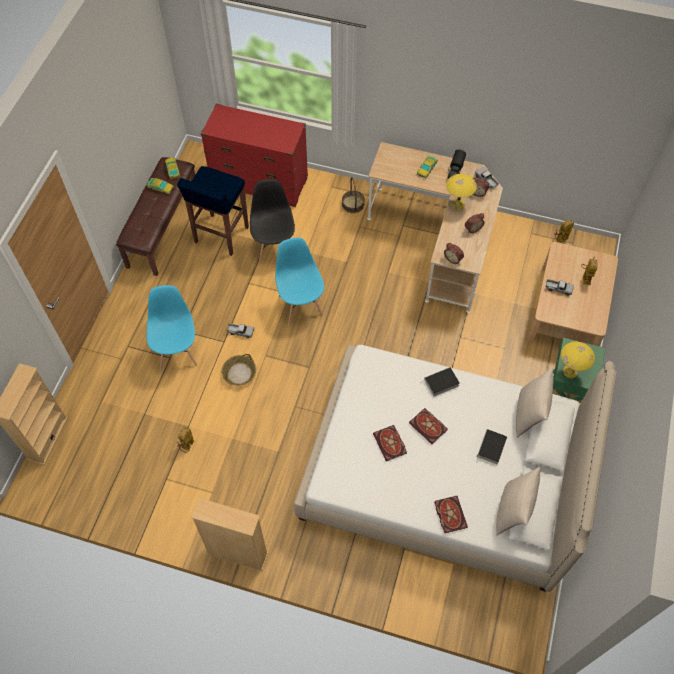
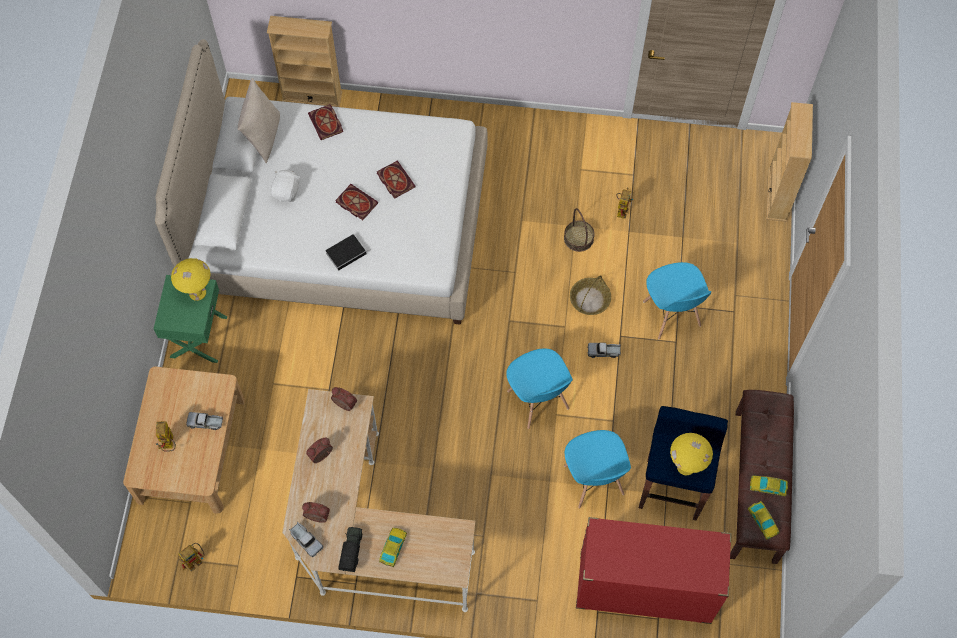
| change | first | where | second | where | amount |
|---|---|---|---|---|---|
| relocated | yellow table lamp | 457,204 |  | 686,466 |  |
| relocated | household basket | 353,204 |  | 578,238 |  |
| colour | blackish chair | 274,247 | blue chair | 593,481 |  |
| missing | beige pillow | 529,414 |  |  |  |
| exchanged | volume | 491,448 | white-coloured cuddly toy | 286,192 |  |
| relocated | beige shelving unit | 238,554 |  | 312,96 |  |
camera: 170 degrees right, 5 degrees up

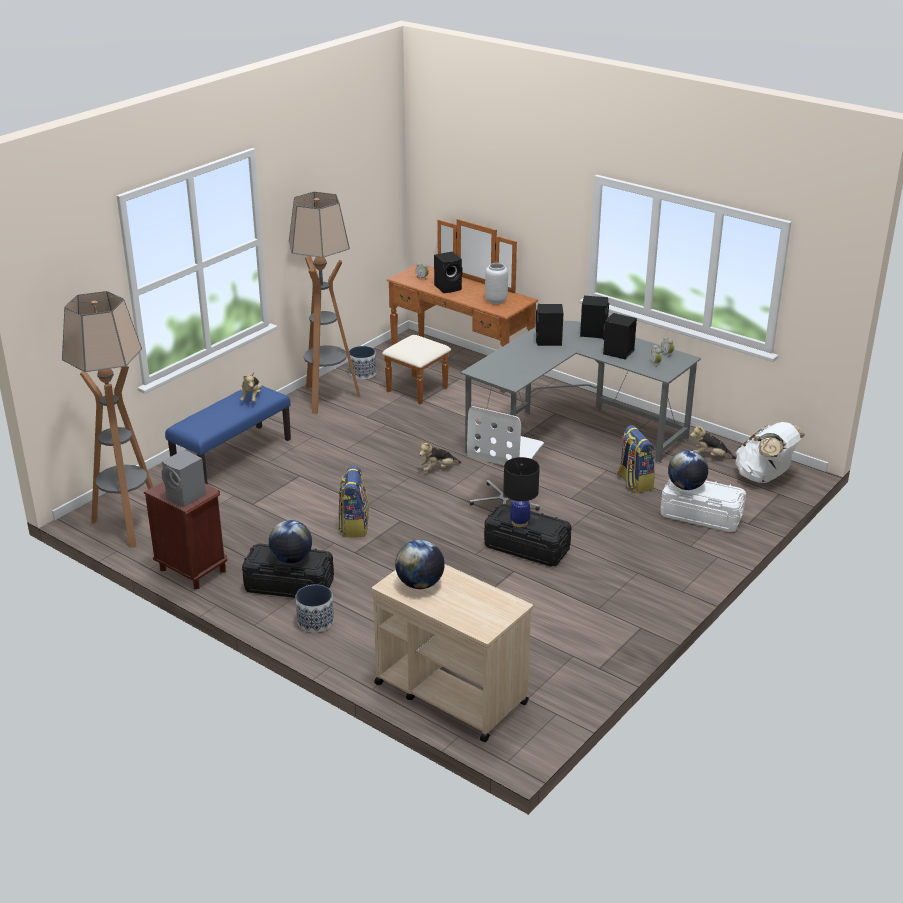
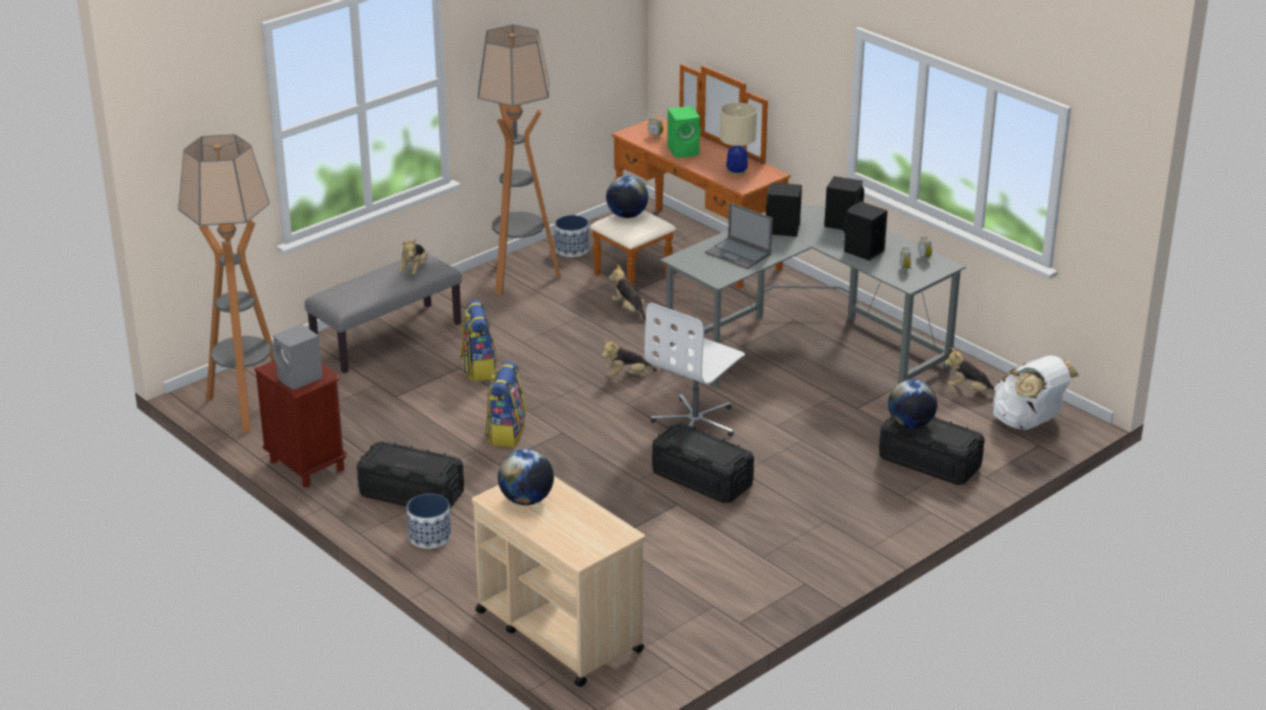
| change | first | where | second | where | amount |
|---|---|---|---|---|---|
| colour | blackish speaker | 449,287 | greenish speaker | 684,151 |  |
| exchanged | grey vase | 495,300 | beige table lamp | 736,172 |  |
| colour | blue long seat | 232,456 | grey long seat | 387,338 |  |
| relocated | knapsack | 634,482 |  | 479,369 |  |
| missing | blackish table lamp | 520,522 |  |  |  |
| colour | white-coloured storage box | 701,516 | blackish storage box | 929,462 |  |
| relocated | world globe | 291,559 |  | 627,215 |  |
| appeared |  |  | laptop | 738,254 |  |
| appeared |  |  | cuddly toy | 629,310 |  |
camera: 10 degrees right, 0 degrees up

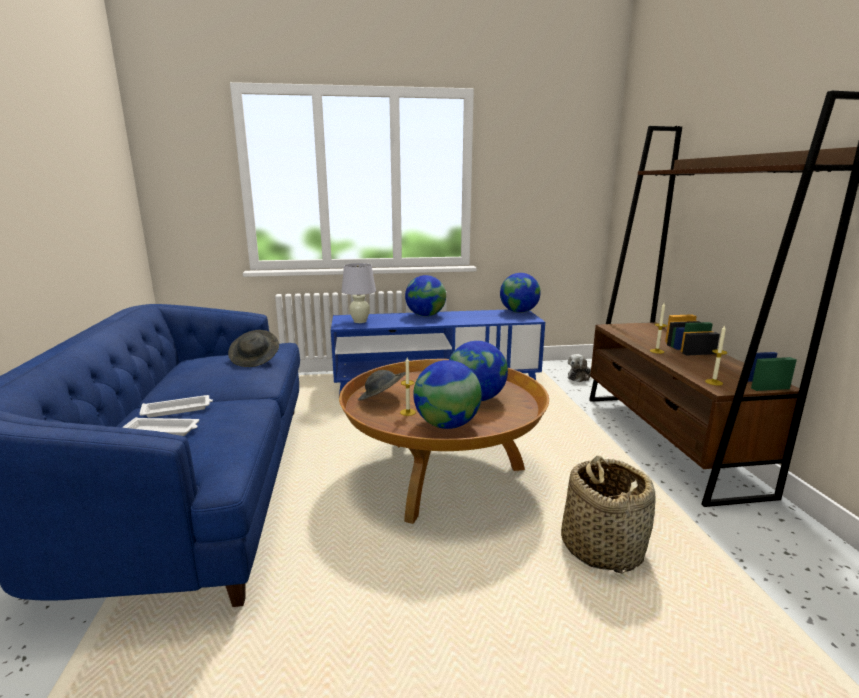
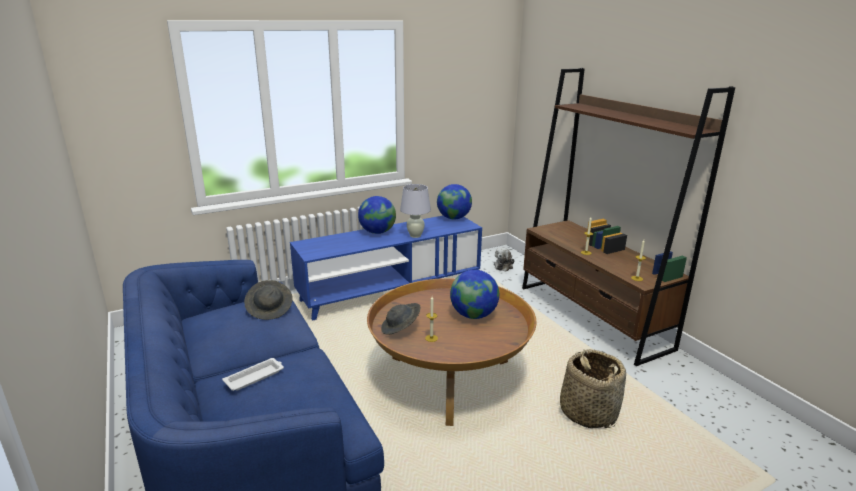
| change | first | where | second | where | amount |
|---|---|---|---|---|---|
| relocated | white-coloured table lamp | 360,321 |  | 415,235 |  |
| missing | world globe | 447,425 |  |  |  |
| missing | white-coloured tray | 162,431 |  |  |  |
camera: 20 degrees left, 5 degrees up

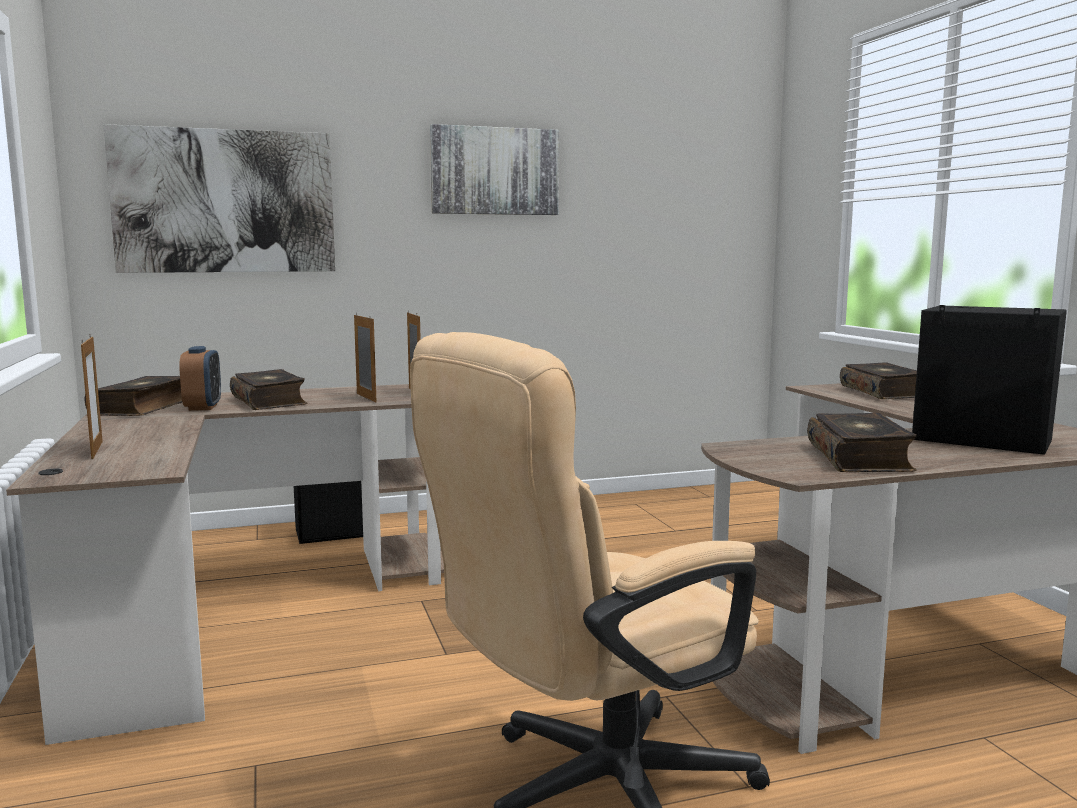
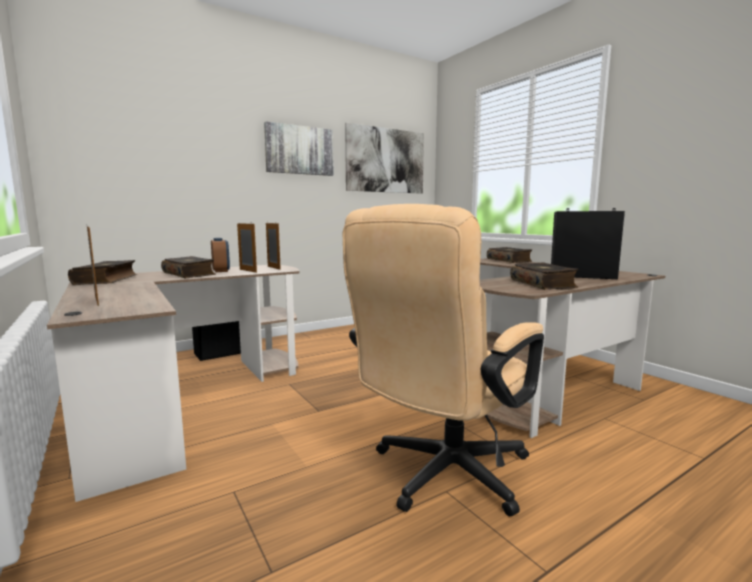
| change | first | where | second | where | amount |
|---|---|---|---|---|---|
| relocated | picture | 225,201 |  | 386,160 |  |
| relocated | table clock | 203,407 |  | 221,271 |  |
camera: 15 degrees left, 0 degrees up

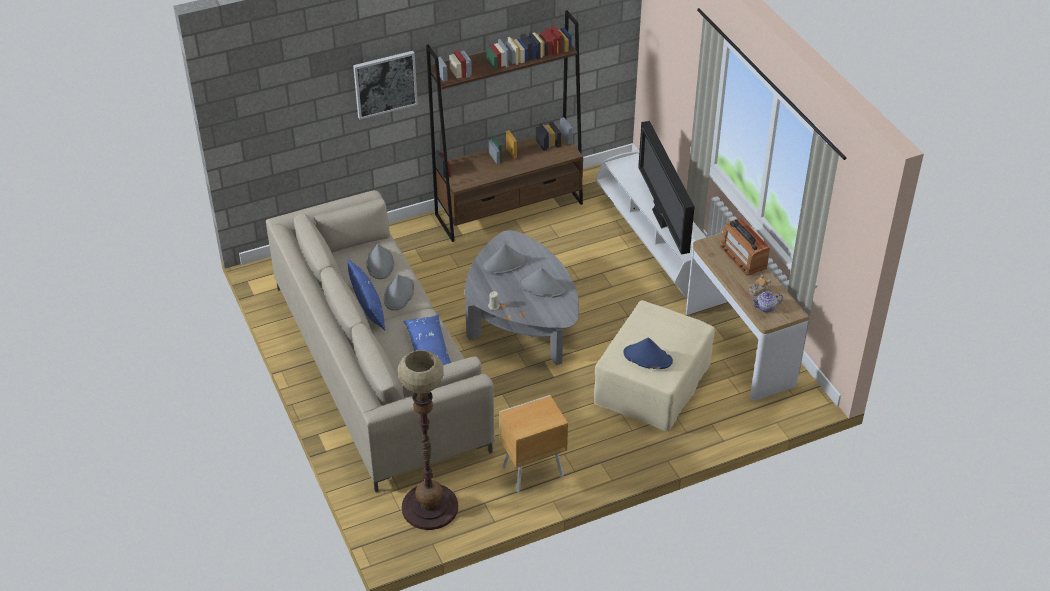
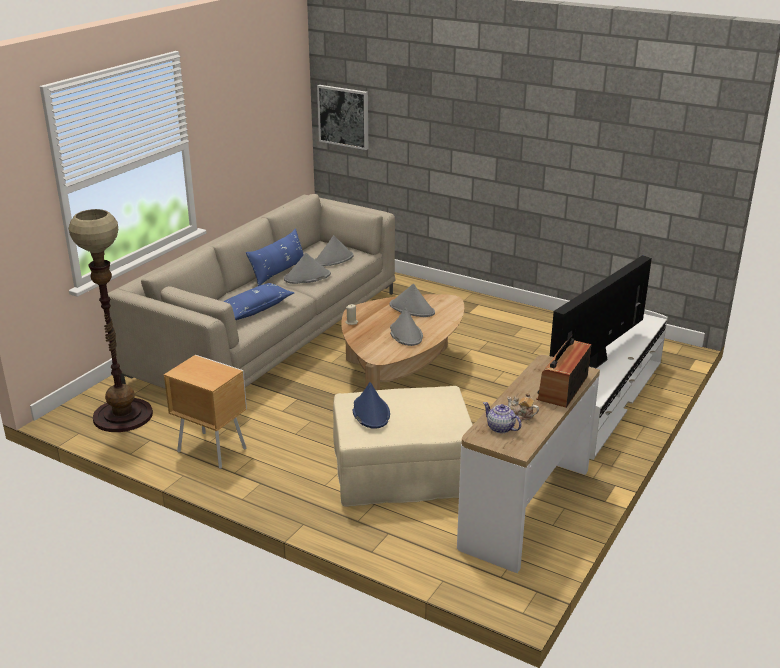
| change | first | where | second | where | amount |
|---|---|---|---|---|---|
| missing | brown shelving unit | 509,209 |  |  |  |
| relocated | picture | 385,84 |  | 343,116 |  |
| colour | grey low table | 522,321 | brown low table | 401,375 |  |
camera: 55 degrees right, 15 degrees down

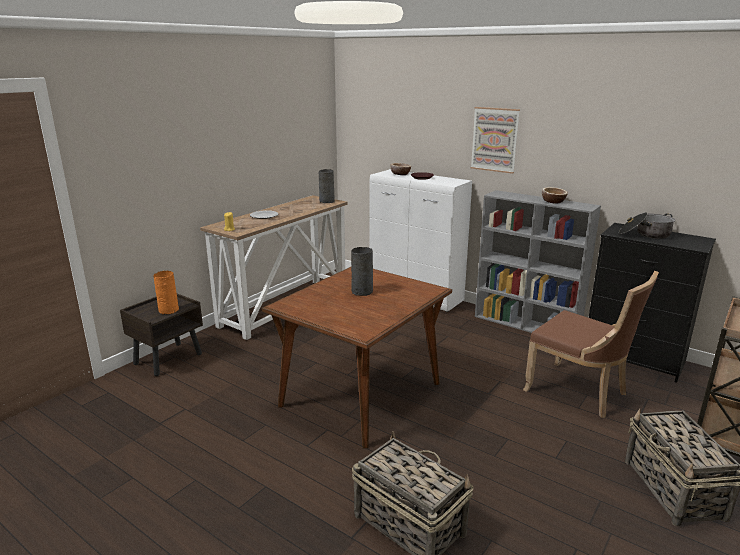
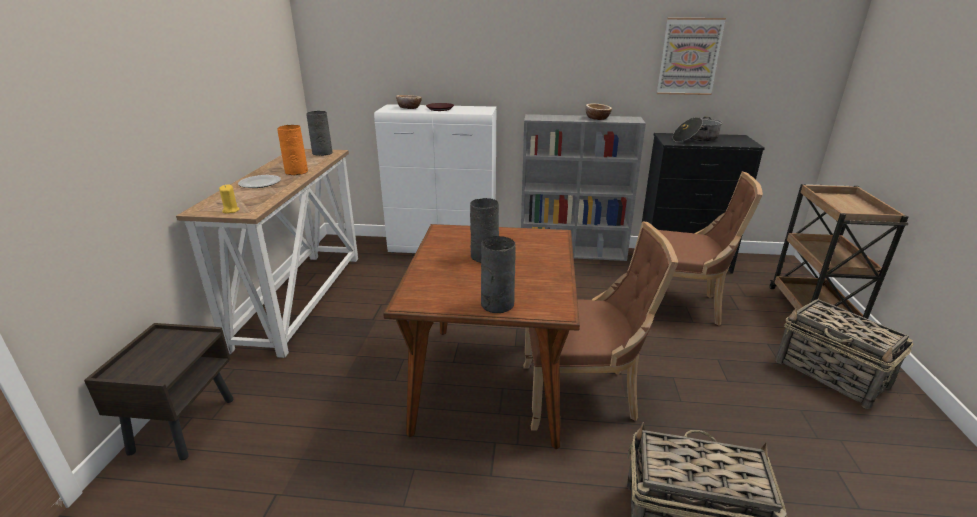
| change | first | where | second | where | amount |
|---|---|---|---|---|---|
| relocated | picture | 494,139 |  | 689,57 |  |
| relocated | orangey vase | 169,310 |  | 296,172 |  |
| appeared |  |  | brown chair | 582,395 |  |
| appeared |  |  | grey vase | 496,304 |  |
camera: 30 degrees left, 5 degrees up

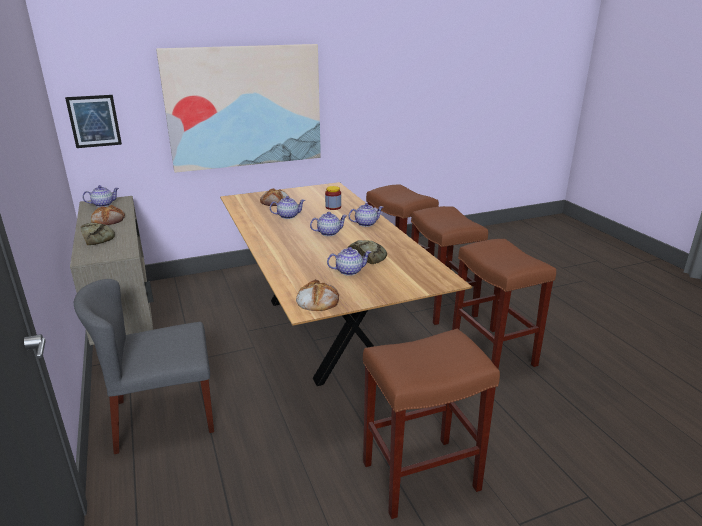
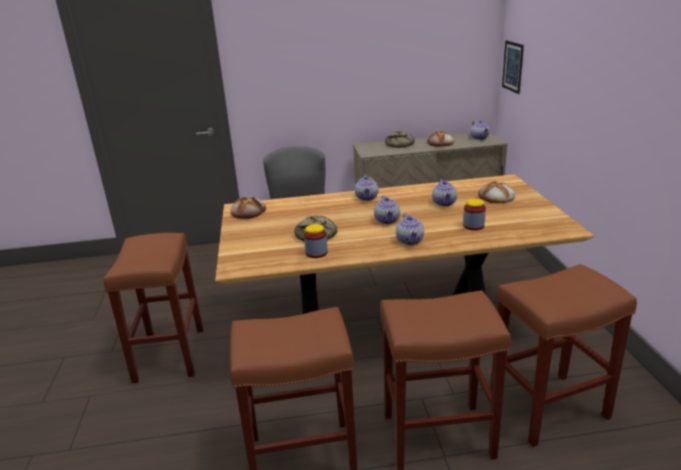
| change | first | where | second | where | amount |
|---|---|---|---|---|---|
| missing | picture | 245,107 |  |  |  |
| relocated | teapot | 349,271 |  | 367,198 |  |
| appeared |  |  | jar | 316,253 |  |
camera: 105 degrees right, 0 degrees up

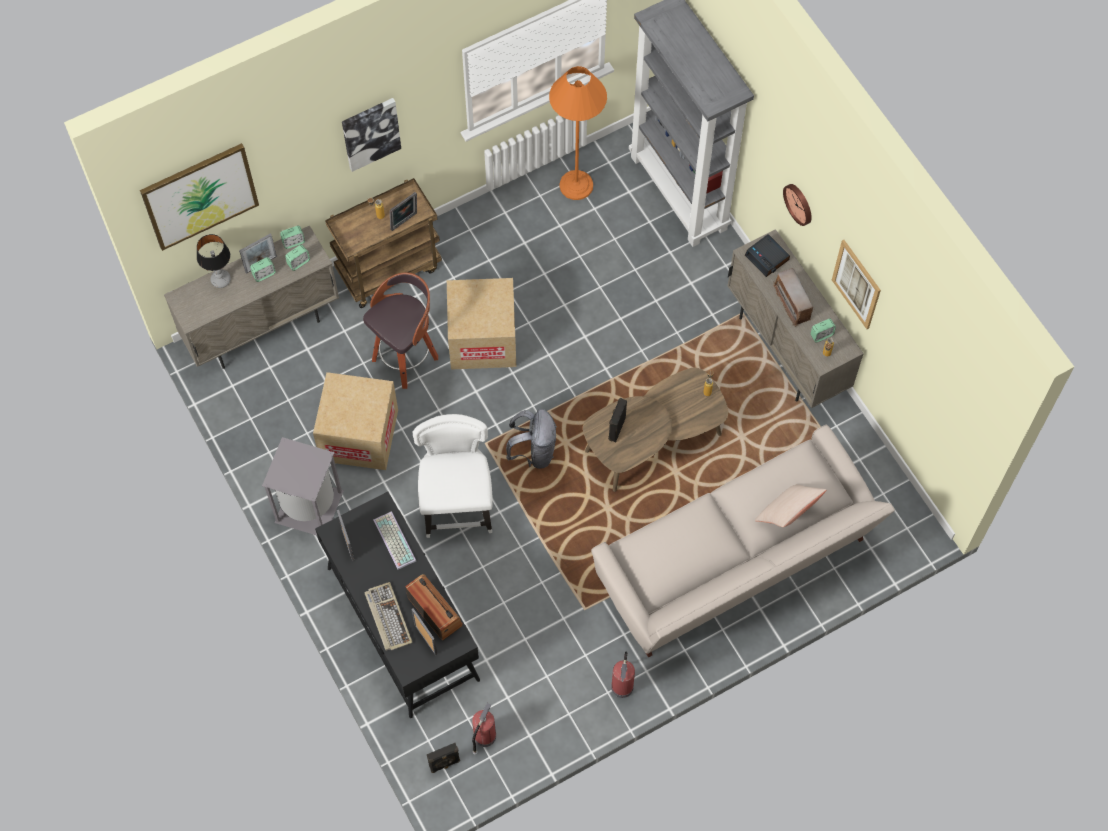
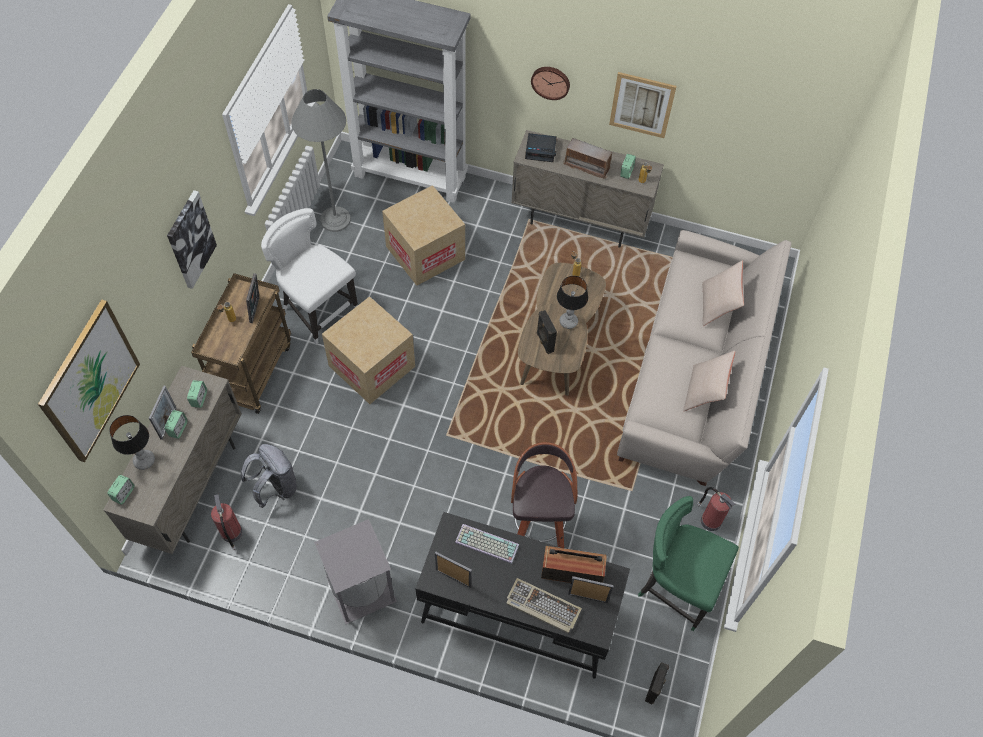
| change | first | where | second | where | amount |
|---|---|---|---|---|---|
| colour | orangey standard lamp | 576,185 | grey standard lamp | 335,219 |  |
| relocated | table clock | 293,242 |  | 124,494 |  |
| relocated | sitting stool | 406,358 |  | 538,525 |  |
| relocated | carton | 359,435 |  | 425,253 |  |
| relocated | grey knapsack | 534,451 |  | 275,487 |  |
| relocated | white-coloured chair | 458,505 |  | 318,310 |  |
| relocated | fire extinguisher | 484,737 |  | 231,533 |  |
| appeared |  |  | table lamp | 569,322 |  |
| appeared |  |  | beige pillow | 704,392 |  |
| appeared |  |  | greenish chair | 675,587 |  |
camera: 45 degrees left, 5 degrees down

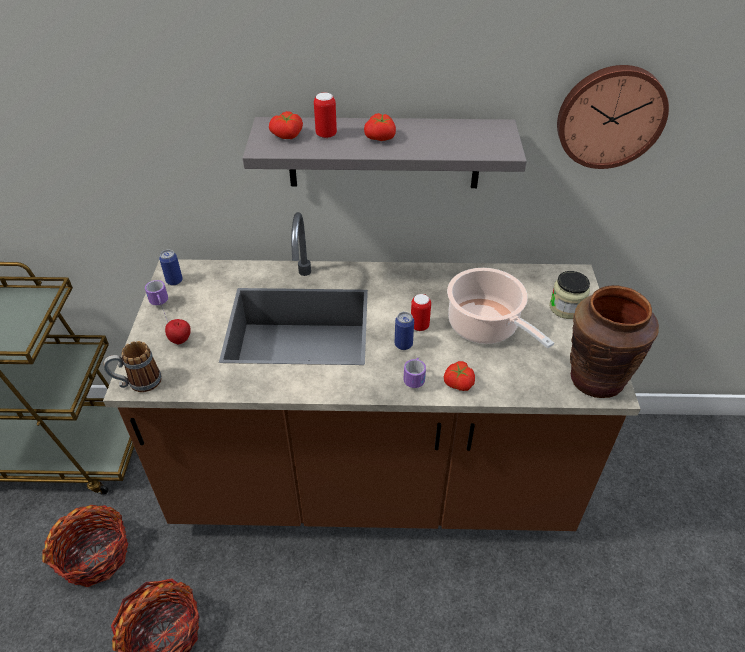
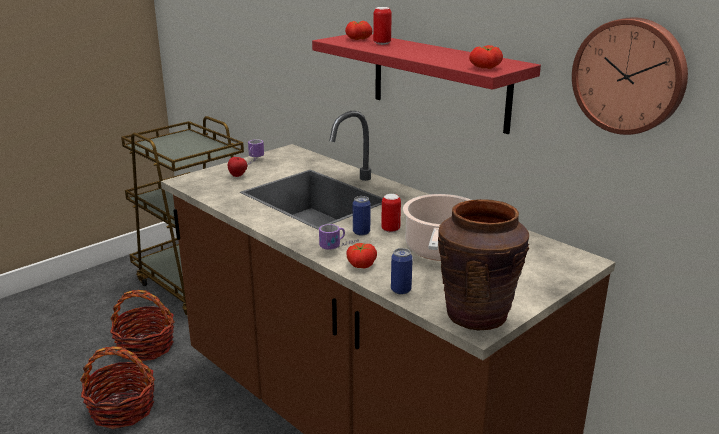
| change | first | where | second | where | amount |
|---|---|---|---|---|---|
| relocated | tomato | 381,138 |  | 486,68 |  |
| colour | grey wall shelf | 384,153 | red wall shelf | 439,81 |  |
| relocated | sealed can | 174,281 |  | 401,290 |  |
| missing | jar | 566,308 |  |  |  |
| missing | tea mug | 138,383 |  |  |  |
camera: 45 degrees right, 20 degrees down

